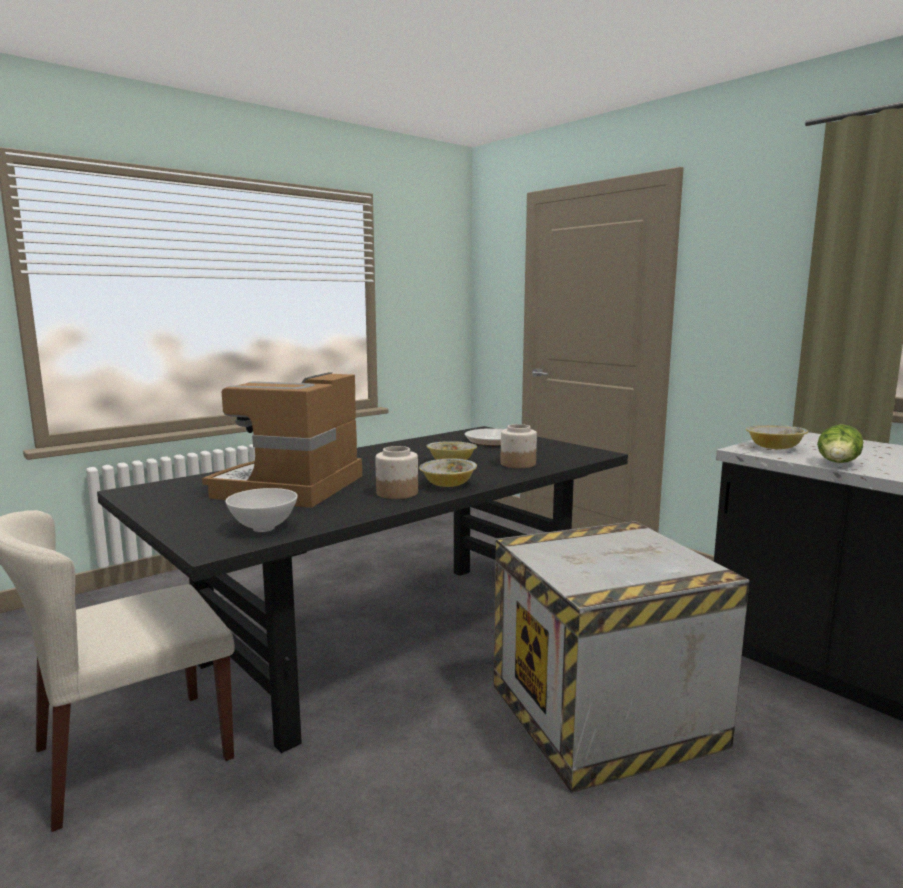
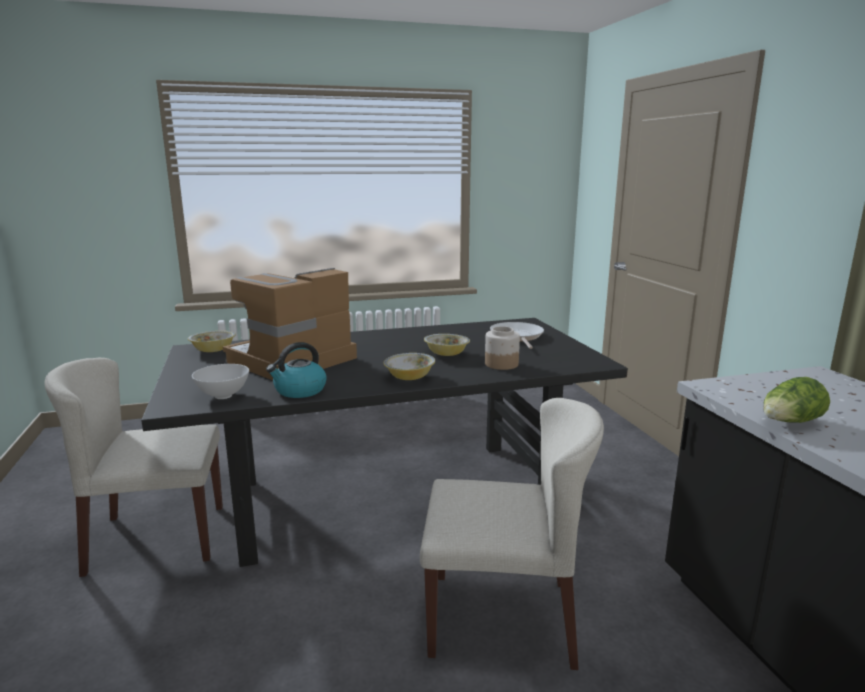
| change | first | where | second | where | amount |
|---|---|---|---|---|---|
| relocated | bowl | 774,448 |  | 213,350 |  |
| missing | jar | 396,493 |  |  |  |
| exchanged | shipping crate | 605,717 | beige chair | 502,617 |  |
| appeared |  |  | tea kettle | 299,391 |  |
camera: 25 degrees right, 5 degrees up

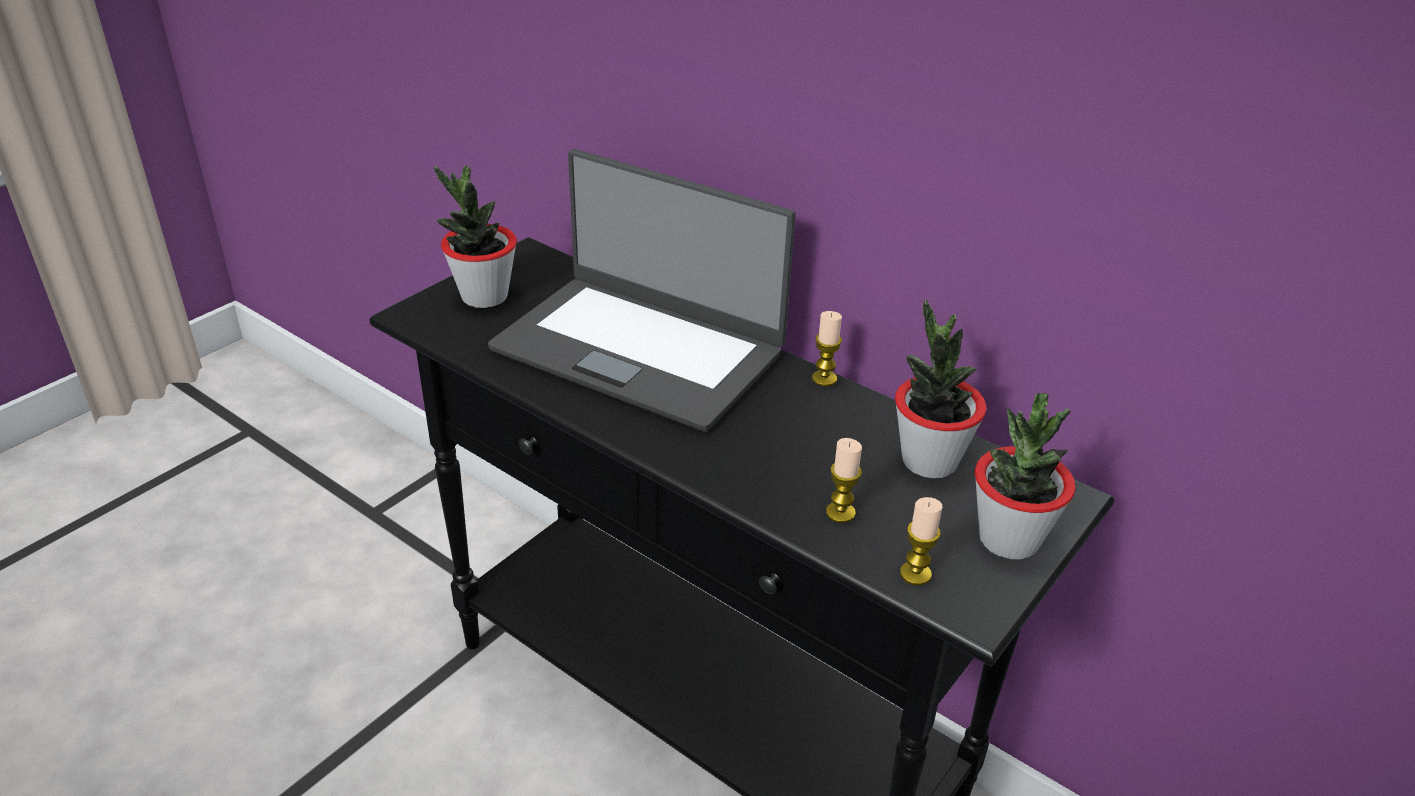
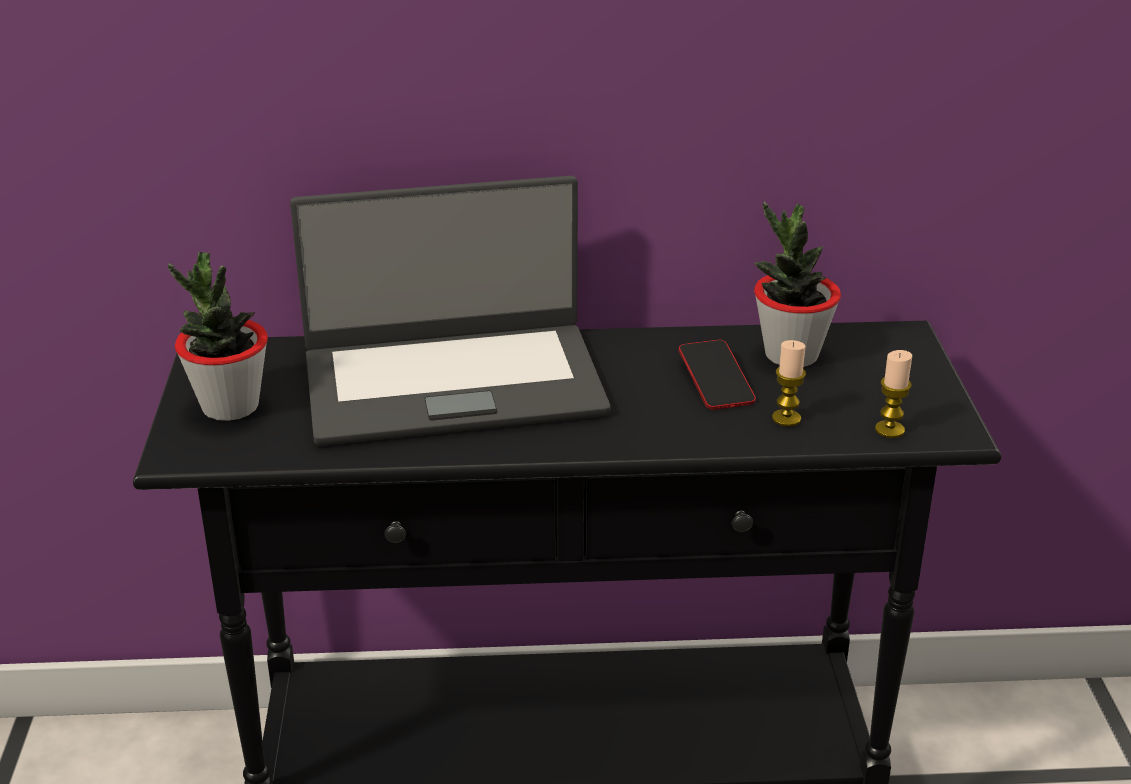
| change | first | where | second | where | amount |
|---|---|---|---|---|---|
| missing | candle | 824,379 |  |  |  |
| missing | houseplant | 1008,540 |  |  |  |
| appeared |  |  | telephone | 716,381 |  |
camera: 40 degrees left, 5 degrees down

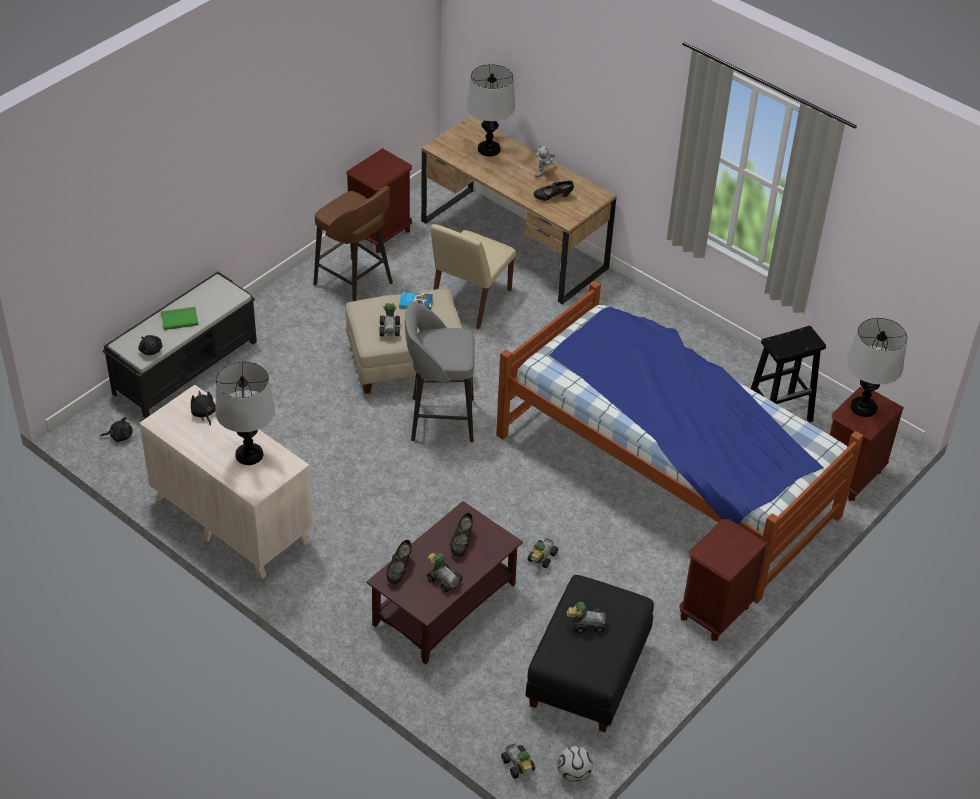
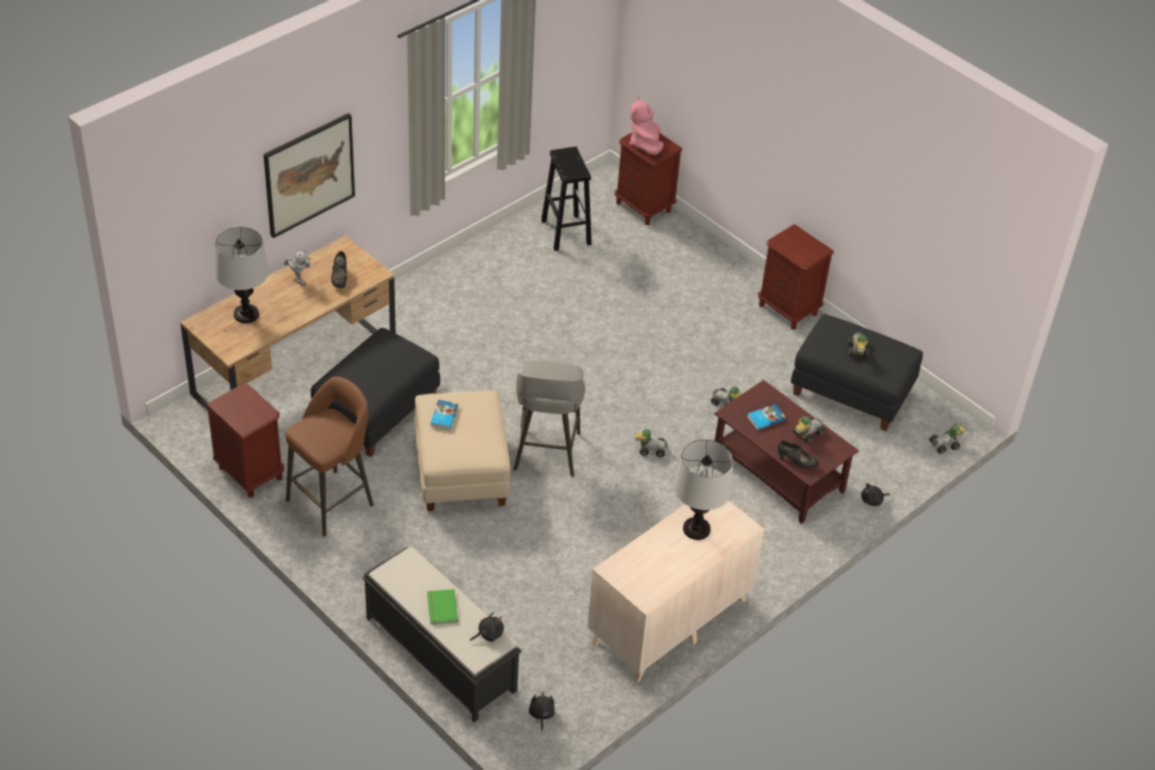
| change | first | where | second | where | amount |
|---|---|---|---|---|---|
| exchanged | beige chair | 470,301 | blackish footrest | 377,413 |  |
| missing | bed | 667,474 |  |  |  |
| relocated | model car | 390,328 |  | 650,449 |  |
| exchanged | table lamp | 863,407 | pink cuddly toy | 645,144 |  |
| relocated | blackish cuddly toy | 204,414 |  | 873,500 |  |
| exchanged | blackish item of footwear | 461,543 | volume | 765,418 |  |
| missing | football | 574,774 |  |  |  |
| appeared |  |  | picture | 309,174 |  |
camera: 85 degrees left, 0 degrees up

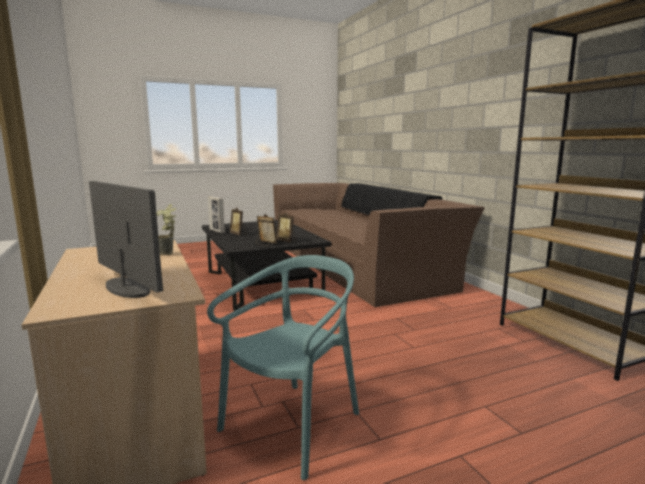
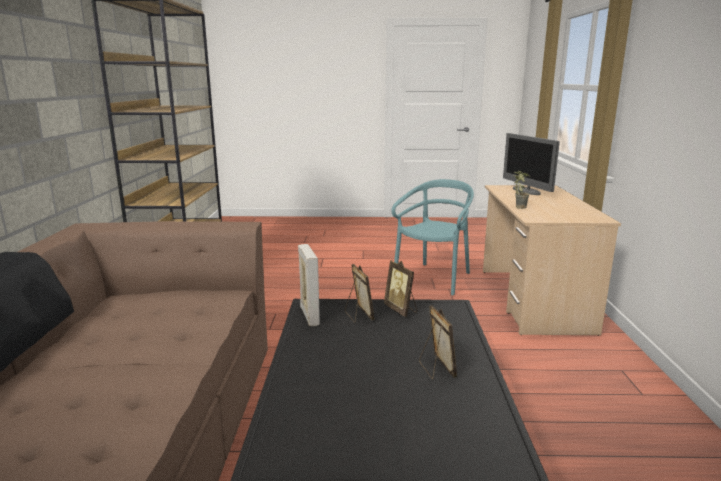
| change | first | where | second | where | amount |
|---|---|---|---|---|---|
| relocated | standing frame | 217,231 |  | 309,316 |  |
| spun | turquoise-coloured chair | 293,425 |  | 434,278 | 150 degrees clockwise |
camera: 155 degrees left, 5 degrees up

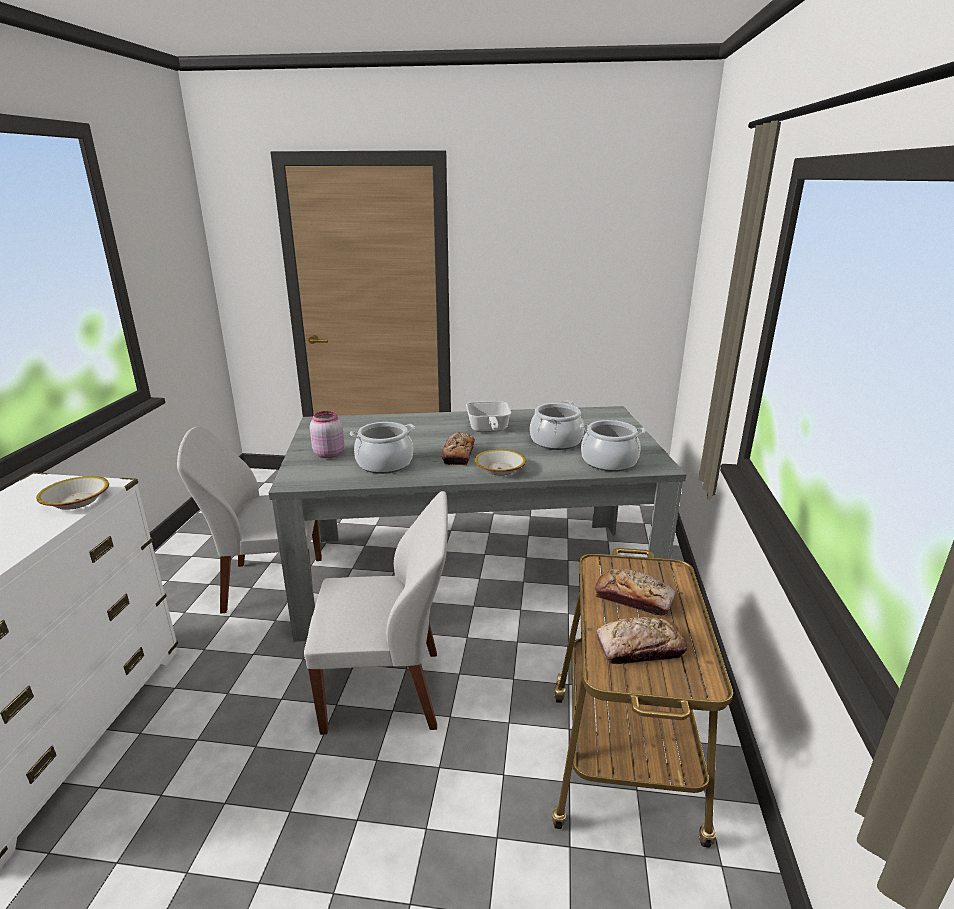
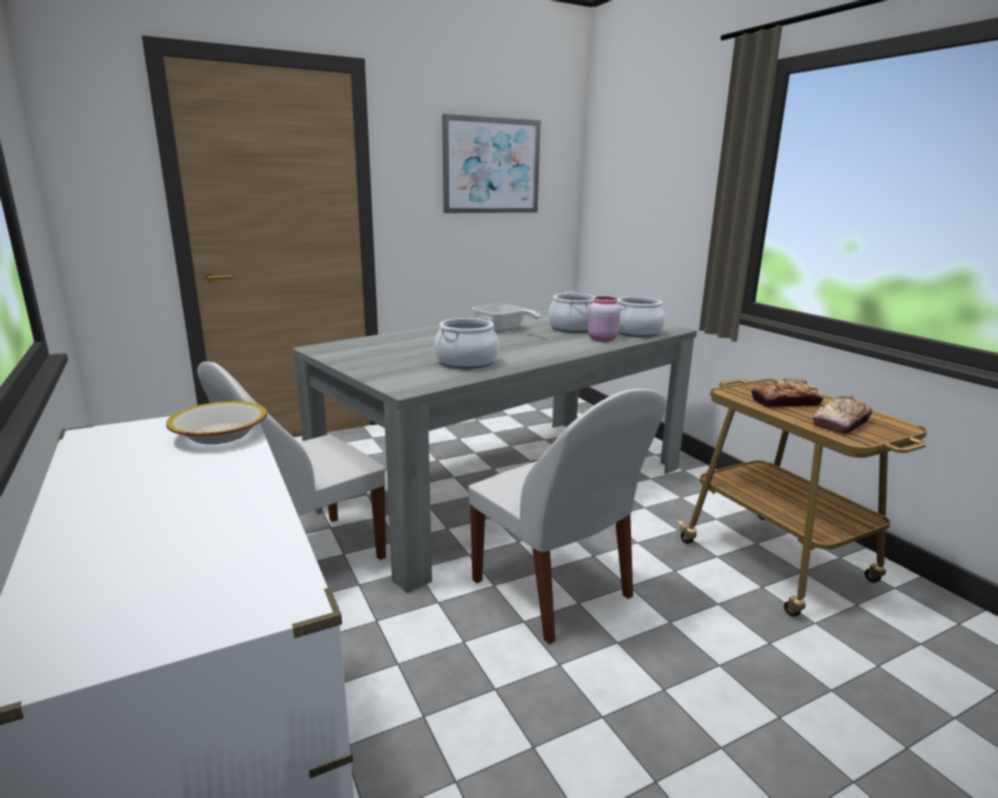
| change | first | where | second | where | amount |
|---|---|---|---|---|---|
| relocated | pink jar | 328,454 |  | 601,339 |  |
| missing | bread | 458,454 |  |  |  |
| missing | bowl | 499,469 |  |  |  |
| spun | white-coloured chair | 387,691 |  | 554,591 | 90 degrees clockwise |
| appeared |  |  | picture | 491,166 |  |
camera: 35 degrees left, 5 degrees down

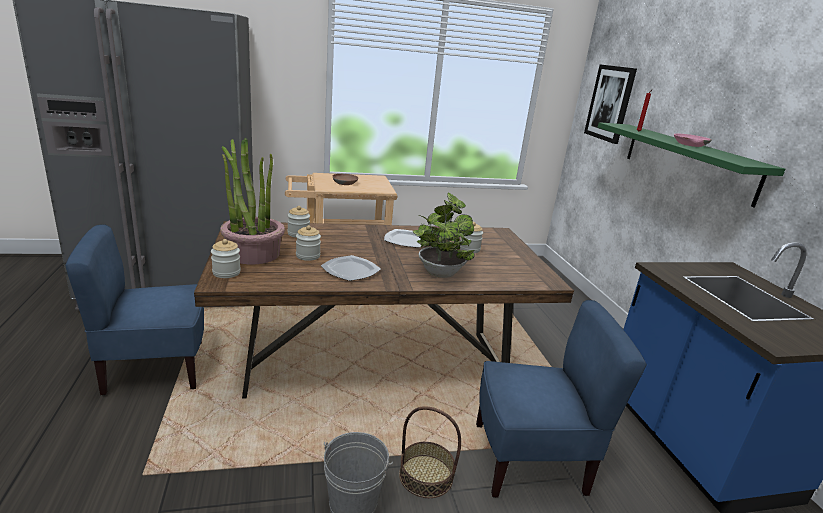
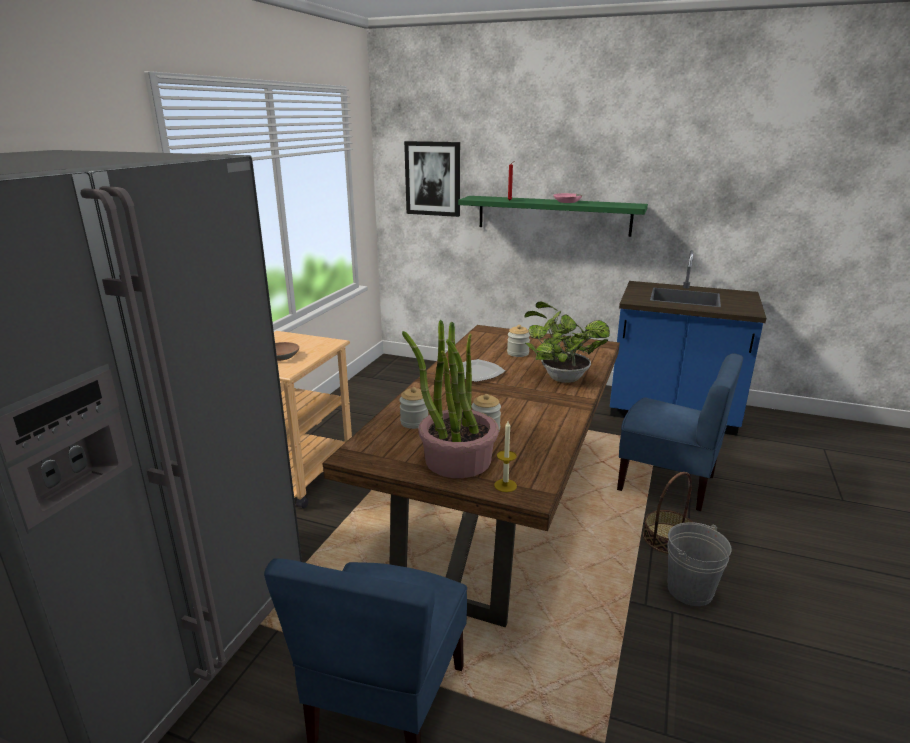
| change | first | where | second | where | amount |
|---|---|---|---|---|---|
| exchanged | jar | 226,273 | candle | 505,485 |  |
| missing | plate | 350,270 |  |  |  |
| spun | blue chair | 529,460 |  | 667,482 | 90 degrees clockwise |
camera: 55 degrees left, 0 degrees up

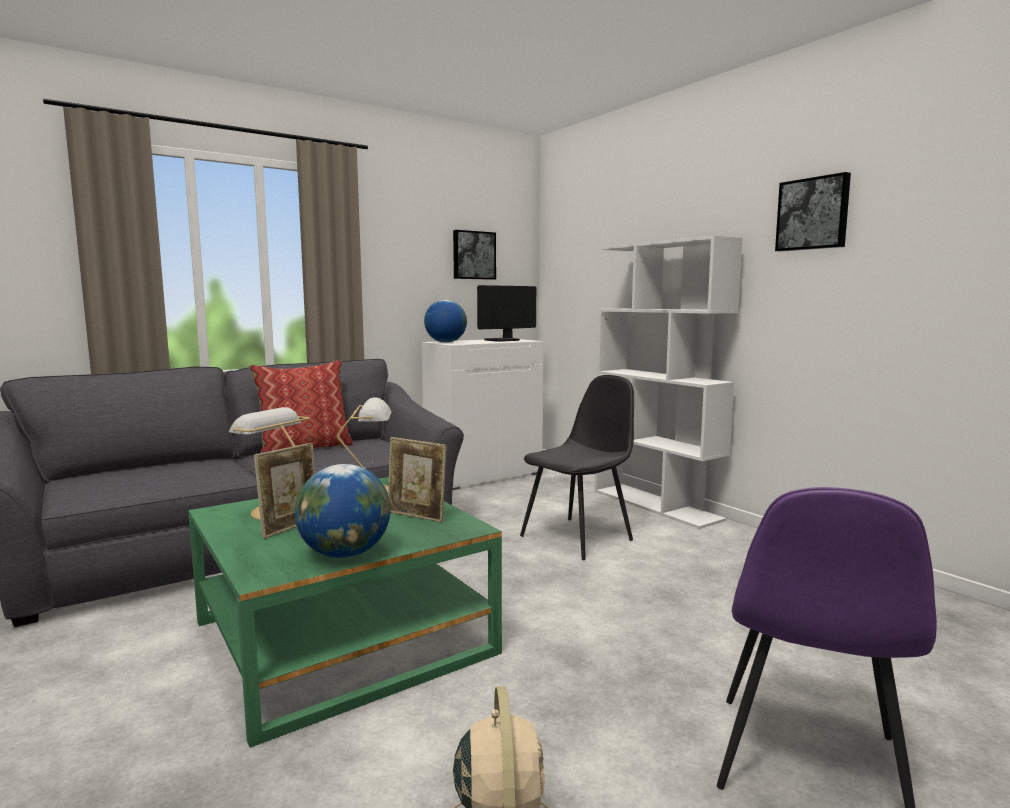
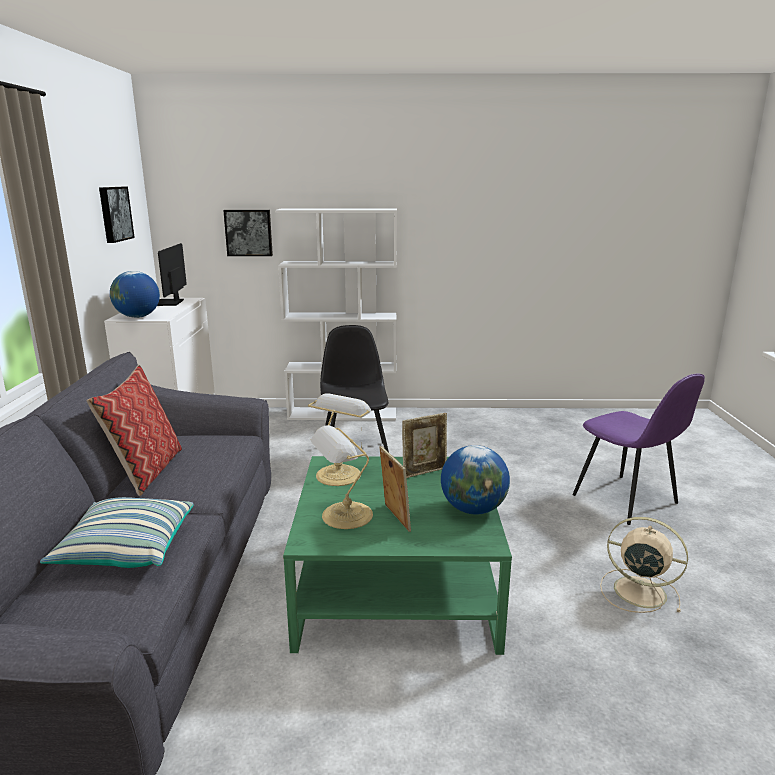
| change | first | where | second | where | amount |
|---|---|---|---|---|---|
| relocated | picture | 813,214 |  | 249,232 |  |
| appeared |  |  | pillow | 126,550 |  |
camera: 55 degrees left, 10 degrees up

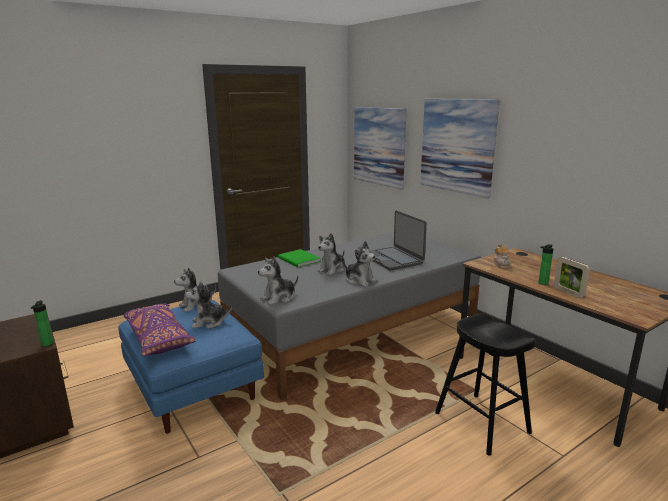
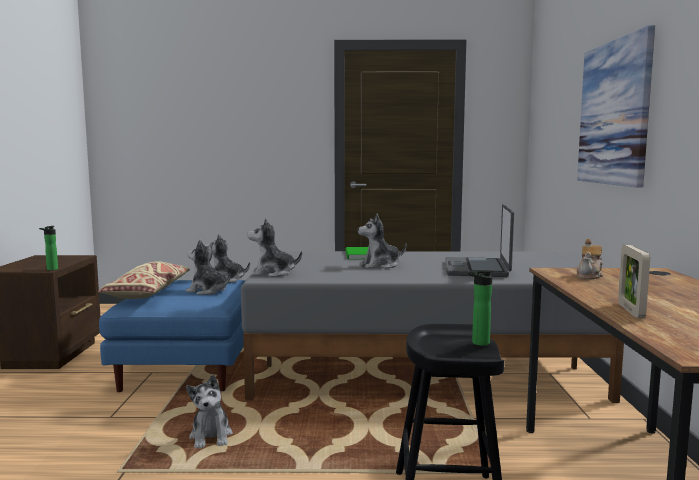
| change | first | where | second | where | amount |
|---|---|---|---|---|---|
| missing | picture | 379,146 |  |  |  |
| relocated | cuddly toy | 360,280 |  | 211,436 |  |
| relocated | beverage bottle | 542,283 |  | 477,343 |  |
| colour | purplish pillow | 158,338 | beige pillow | 149,292 |  |
camera: 35 degrees right, 10 degrees down

